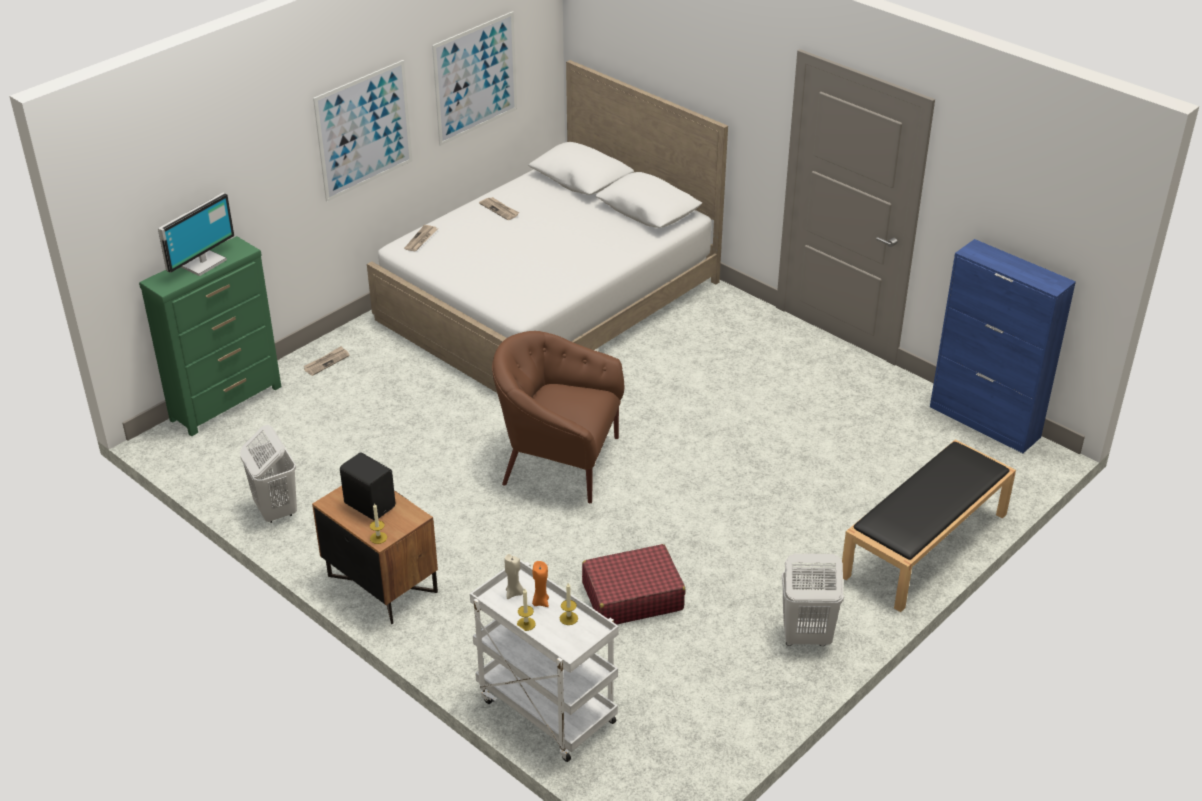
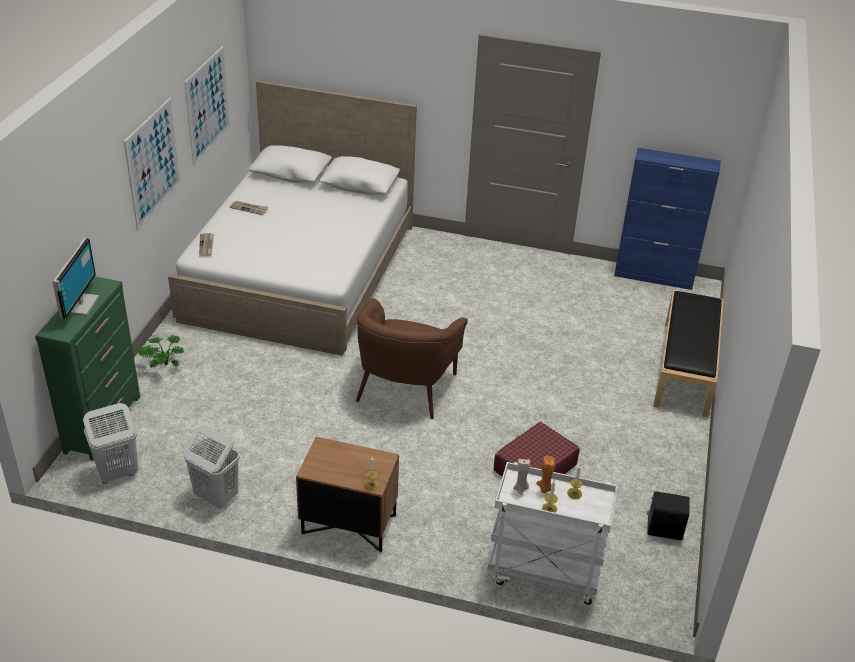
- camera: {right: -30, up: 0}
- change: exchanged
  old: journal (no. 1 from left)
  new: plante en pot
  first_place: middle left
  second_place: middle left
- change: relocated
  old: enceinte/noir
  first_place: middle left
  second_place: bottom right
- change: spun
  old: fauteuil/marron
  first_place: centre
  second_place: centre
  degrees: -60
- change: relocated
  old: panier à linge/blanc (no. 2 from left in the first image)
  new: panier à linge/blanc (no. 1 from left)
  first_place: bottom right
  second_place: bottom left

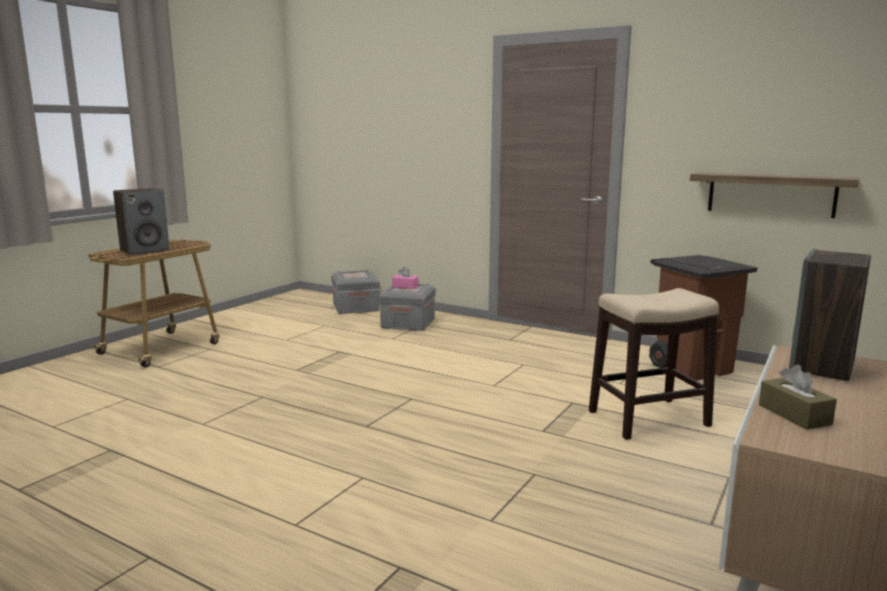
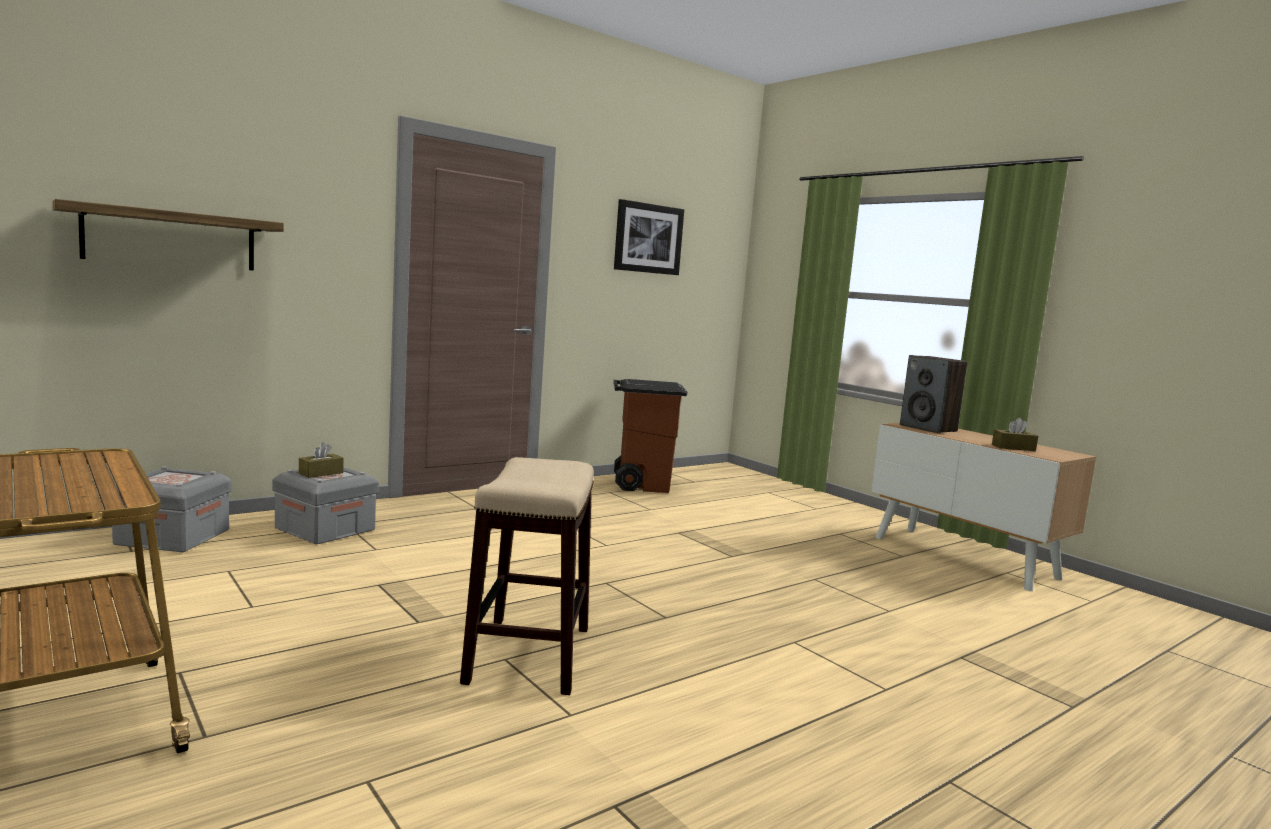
- camera: {right: -70, up: -5}
- change: missing
  old: enceinte (no. 1 from left)
  first_place: middle left
- change: colour
  old: boîte à mouchoirs/rose
  new: boîte à mouchoirs/marron (no. 1 from left)
  first_place: centre
  second_place: middle left
- change: relocated
  old: tabouret
  first_place: middle right
  second_place: bottom centre
- change: relocated
  old: étagère
  first_place: top right
  second_place: top left
- change: appeared
  new: tableau
  second_place: top centre

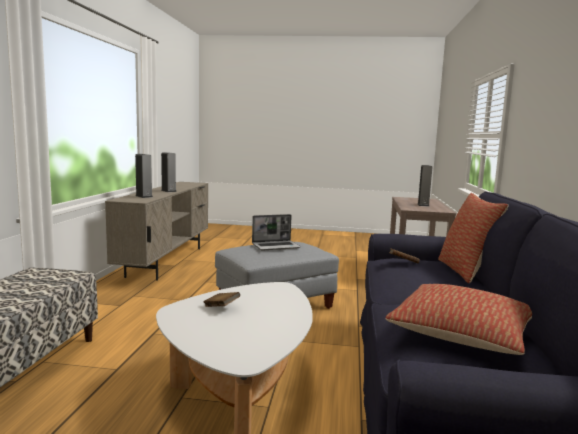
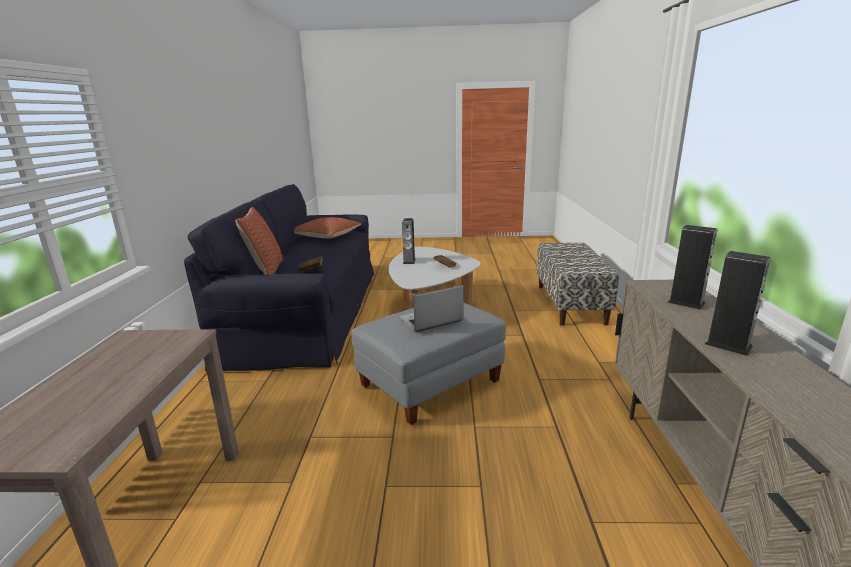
- camera: {right: 175, up: 10}
- change: relocated
  old: enceinte (no. 3 from left in the first image)
  new: enceinte (no. 1 from left)
  first_place: middle right
  second_place: centre

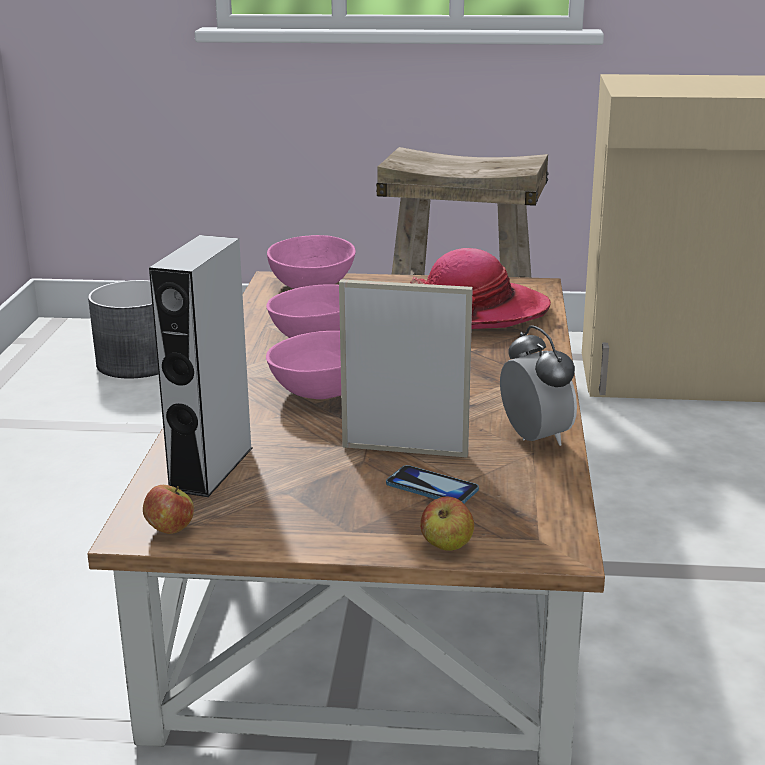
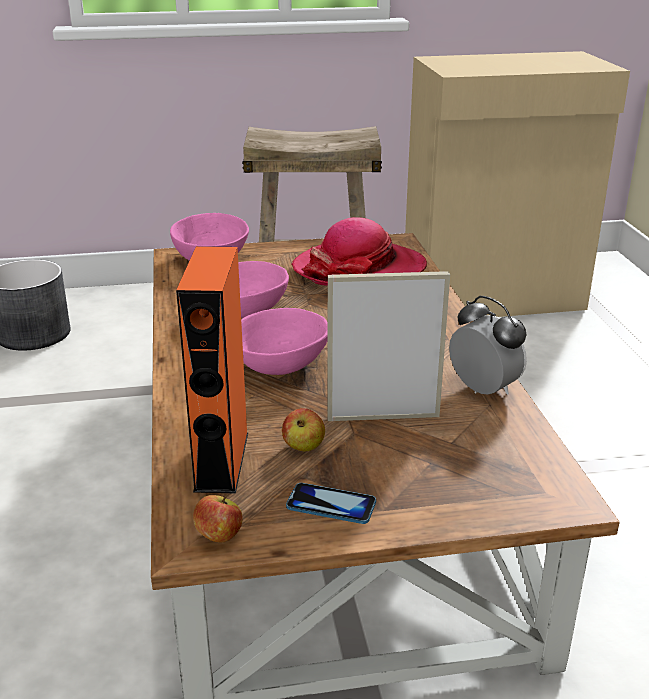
- camera: {right: -15, up: 5}
- change: colour
  old: enceinte/gris
  new: enceinte/orange
  first_place: middle left
  second_place: middle left
- change: relocated
  old: téléphone
  first_place: centre
  second_place: bottom centre
- change: relocated
  old: pomme (no. 2 from left)
  first_place: bottom centre
  second_place: centre

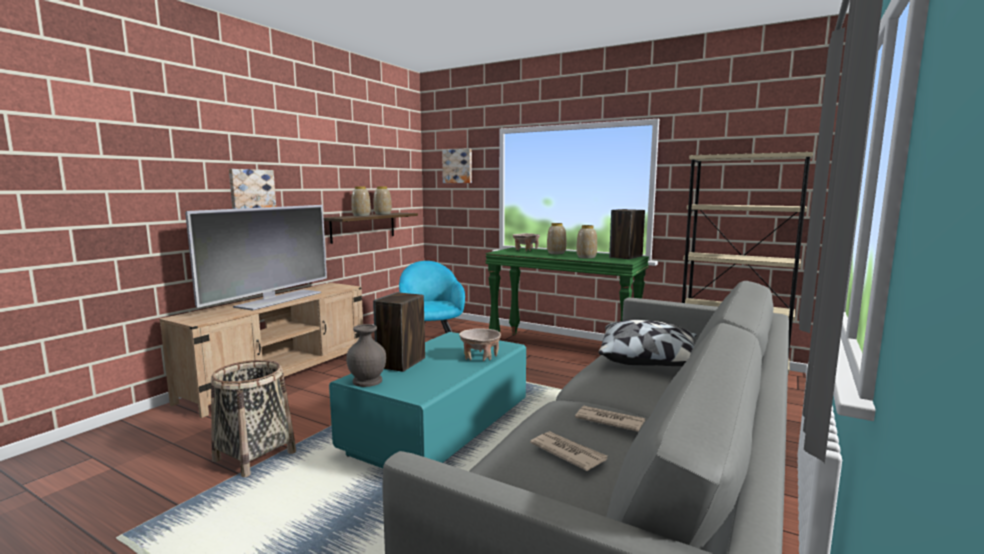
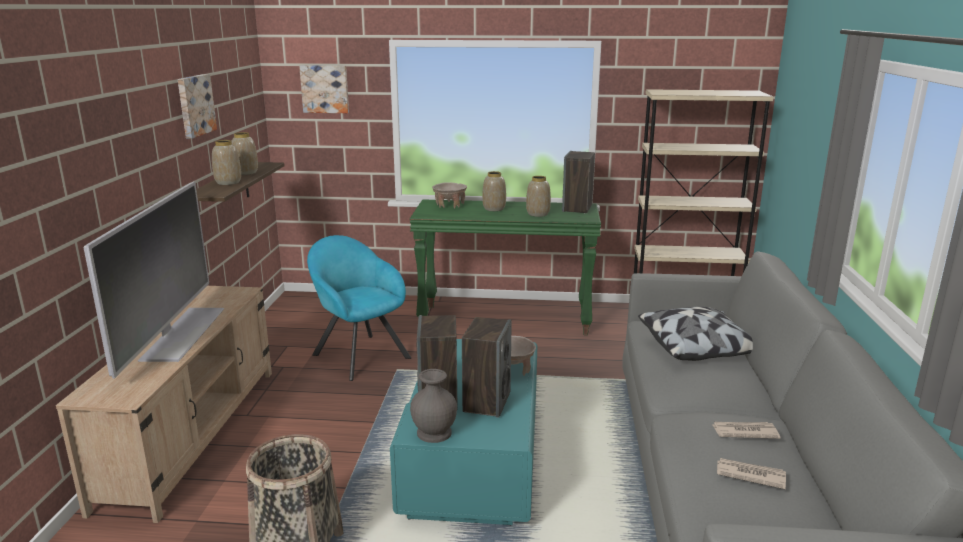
- camera: {right: -25, up: 10}
- change: relocated
  old: tableau (no. 1 from left)
  first_place: middle left
  second_place: top left
- change: appeared
  new: enceinte (no. 2 from left)
  second_place: bottom centre

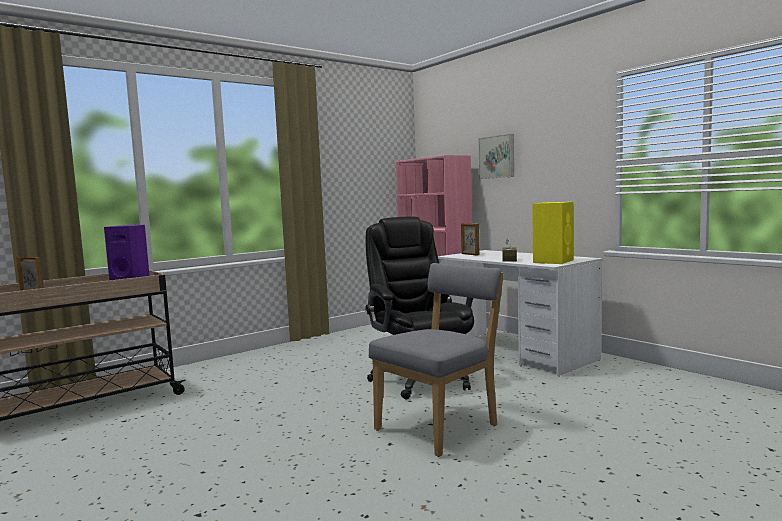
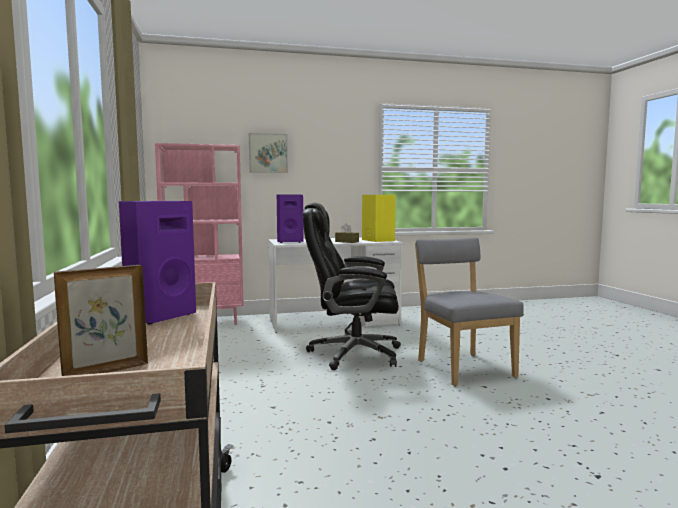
- camera: {right: -65, up: 0}
- change: exchanged
  old: cadre photo (no. 2 from left)
  new: enceinte/violet (no. 2 from left)
  first_place: centre
  second_place: centre

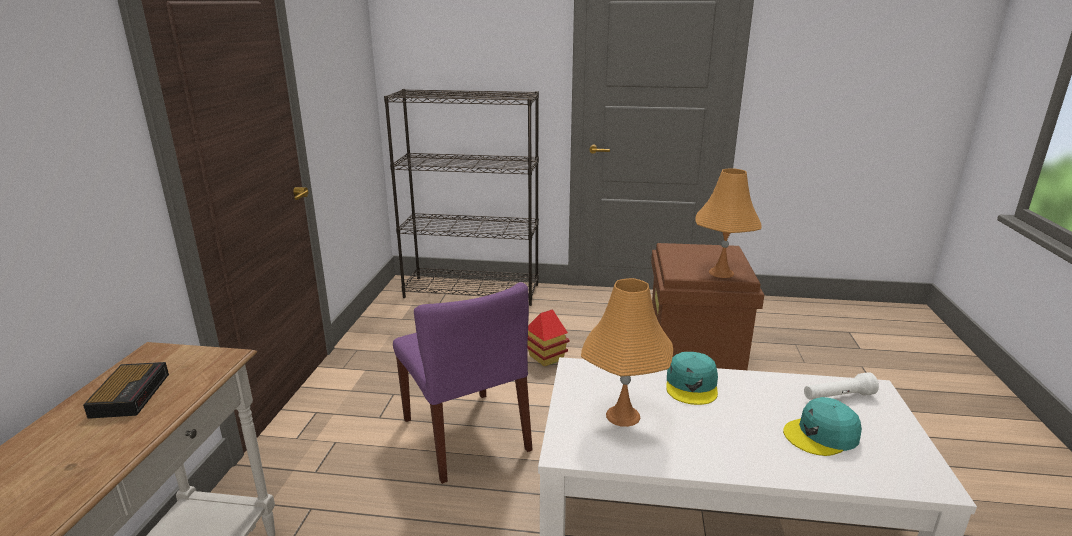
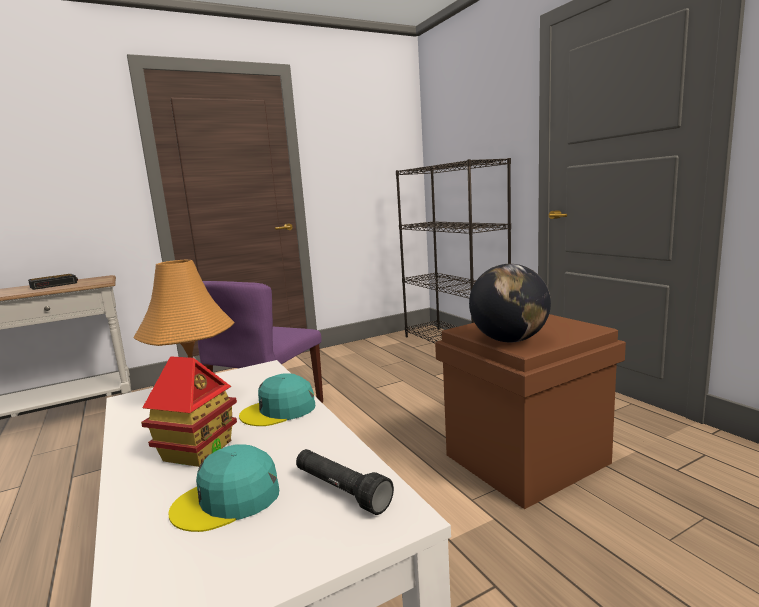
- camera: {right: 55, up: -10}
- change: relocated
  old: maison miniature
  first_place: centre
  second_place: bottom left
- change: exchanged
  old: lampe de table/orange (no. 2 from left)
  new: globe
  first_place: middle right
  second_place: middle right
- change: spun
  old: casquette/turquoise (no. 2 from left in the first image)
  first_place: bottom right
  second_place: bottom left
  degrees: -60
- change: colour
  old: lampe de poche/blanc
  new: lampe de poche/noir
  first_place: bottom right
  second_place: bottom centre

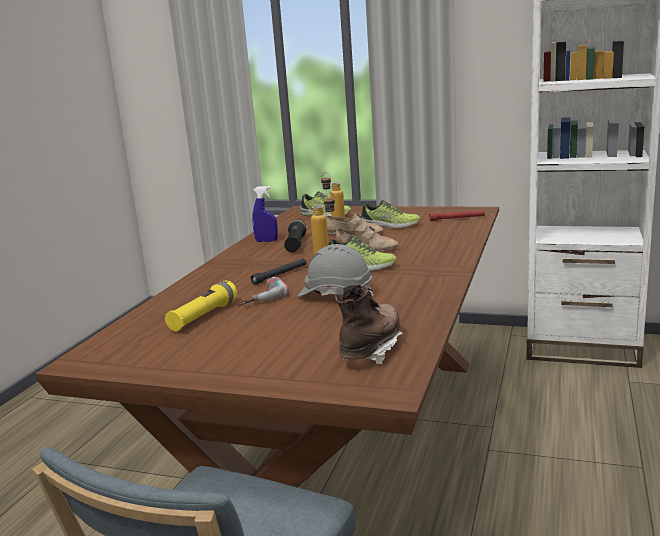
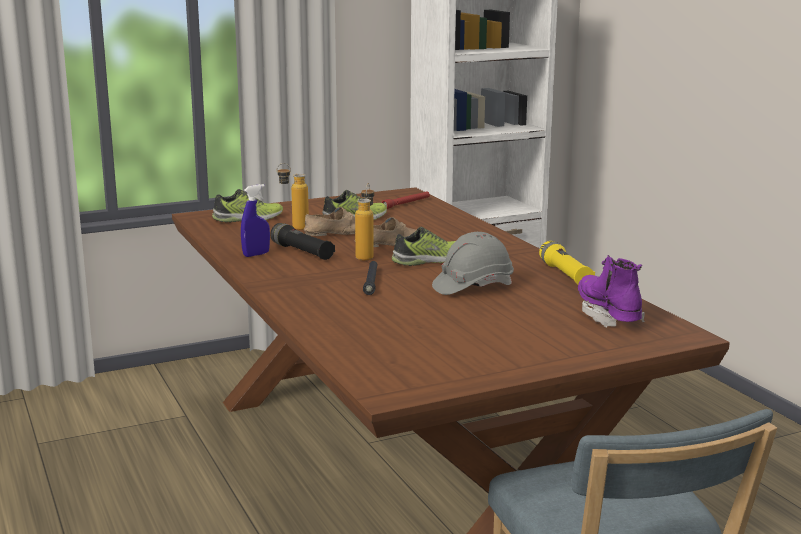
- camera: {right: -45, up: 0}
- change: relocated
  old: lampe de poche/jaune
  first_place: middle left
  second_place: middle right
- change: missing
  old: perceuse
  first_place: centre
- change: colour
  old: botte/marron
  new: botte/violet
  first_place: centre
  second_place: middle right

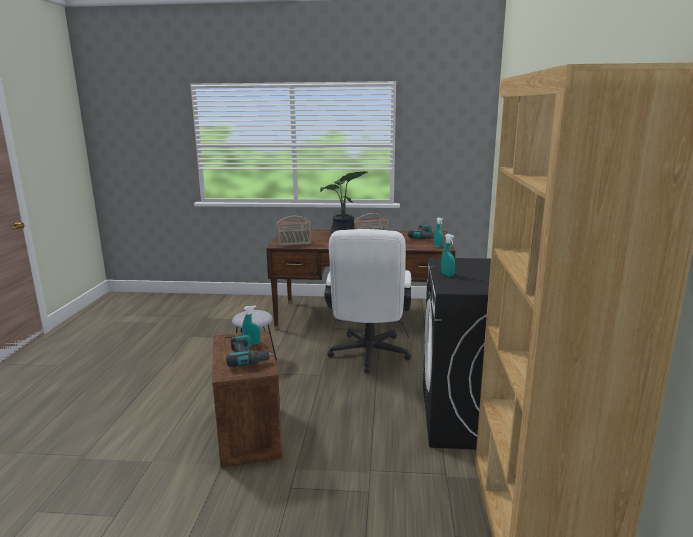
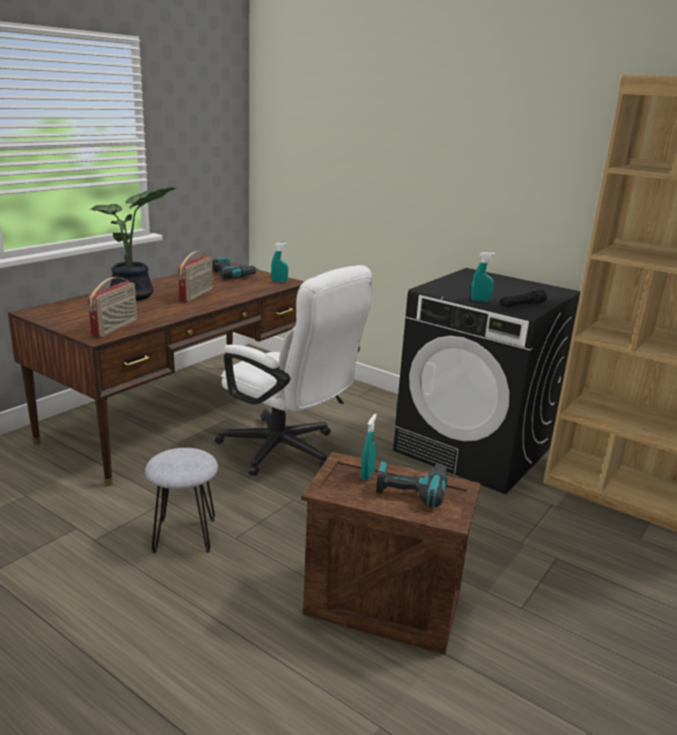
- camera: {right: -60, up: 5}
- change: appeared
  new: lampe de poche/noir
  second_place: middle right

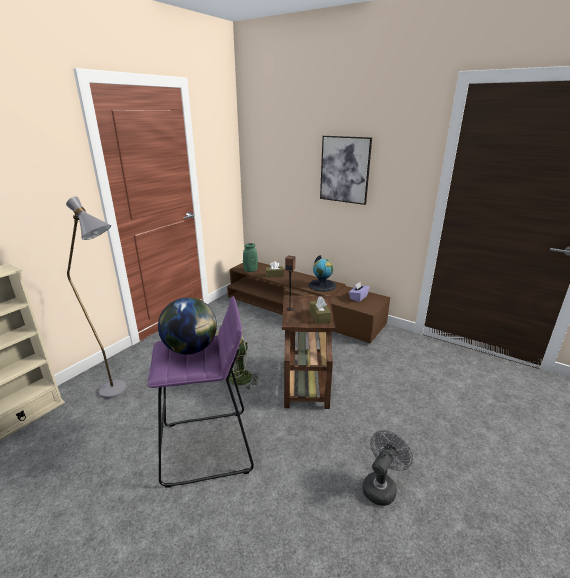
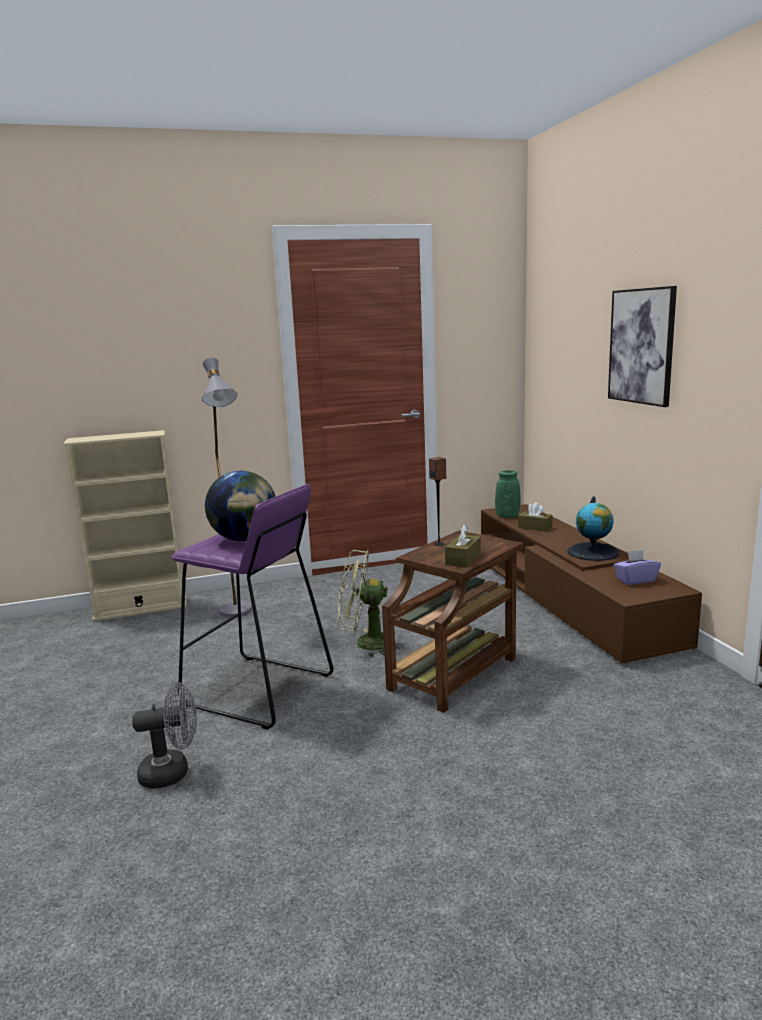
- camera: {right: 40, up: -10}
- change: relocated
  old: ventilateur/gris
  first_place: bottom right
  second_place: bottom left

